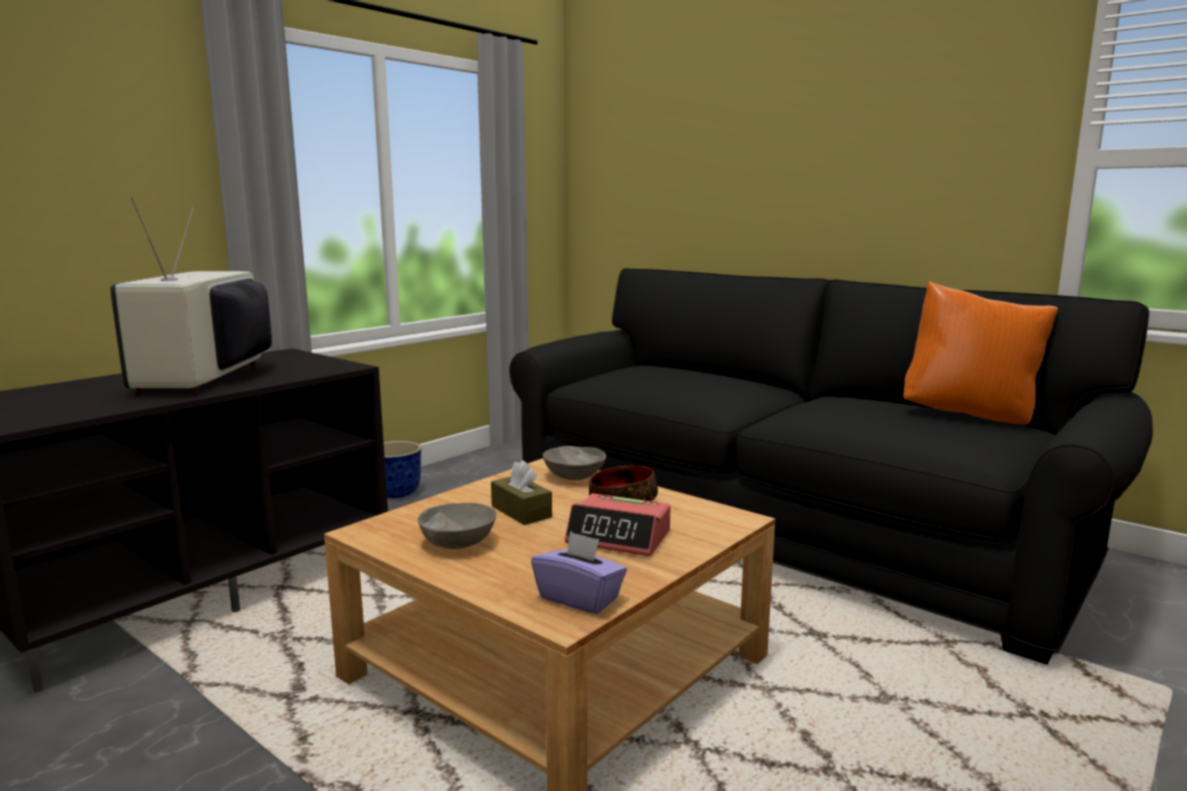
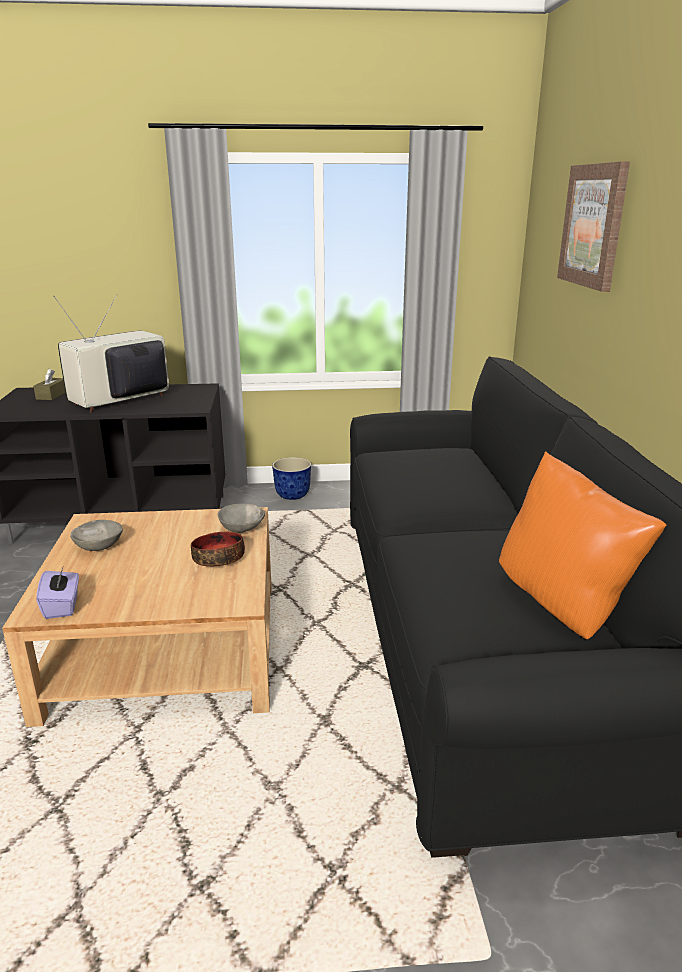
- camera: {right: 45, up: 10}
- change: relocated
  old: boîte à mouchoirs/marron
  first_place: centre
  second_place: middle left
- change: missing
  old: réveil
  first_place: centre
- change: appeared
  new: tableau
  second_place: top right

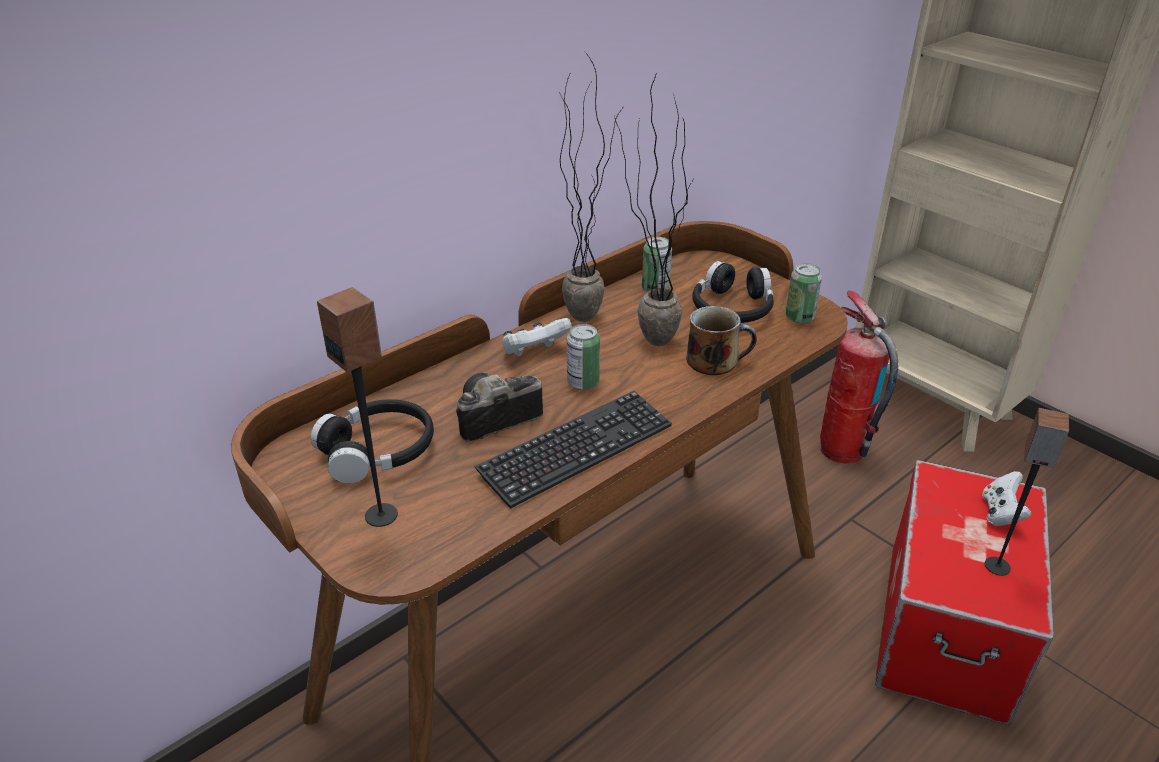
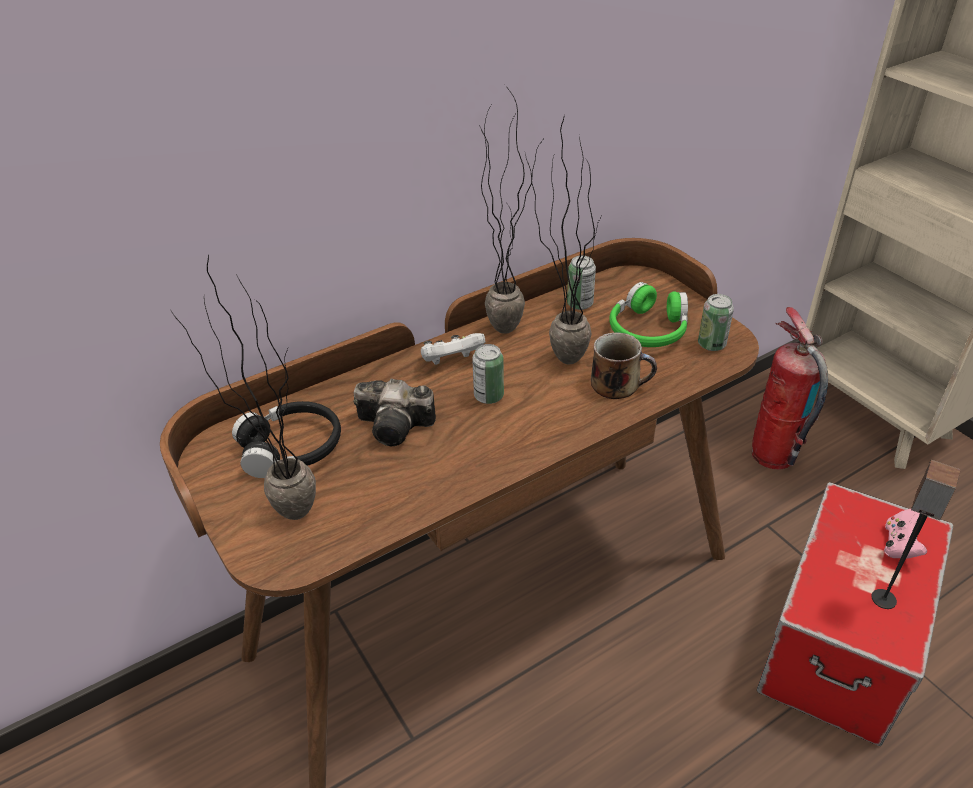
- camera: {right: 10, up: 5}
- change: exchanged
  old: enceinte (no. 1 from left)
  new: plante en pot (no. 1 from left)
  first_place: middle left
  second_place: middle left
- change: spun
  old: appareil photo
  first_place: centre
  second_place: centre
  degrees: -150
- change: missing
  old: clavier
  first_place: centre
- change: colour
  old: casque audio/noir (no. 2 from left)
  new: casque audio/vert
  first_place: centre
  second_place: middle right
- change: colour
  old: manette/blanc (no. 2 from left)
  new: manette/rose
  first_place: middle right
  second_place: bottom right

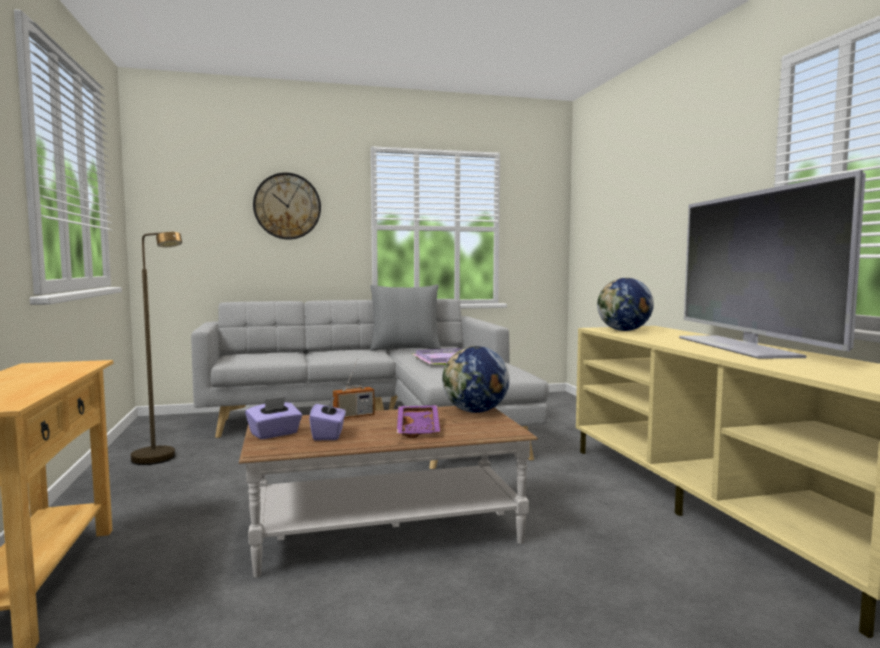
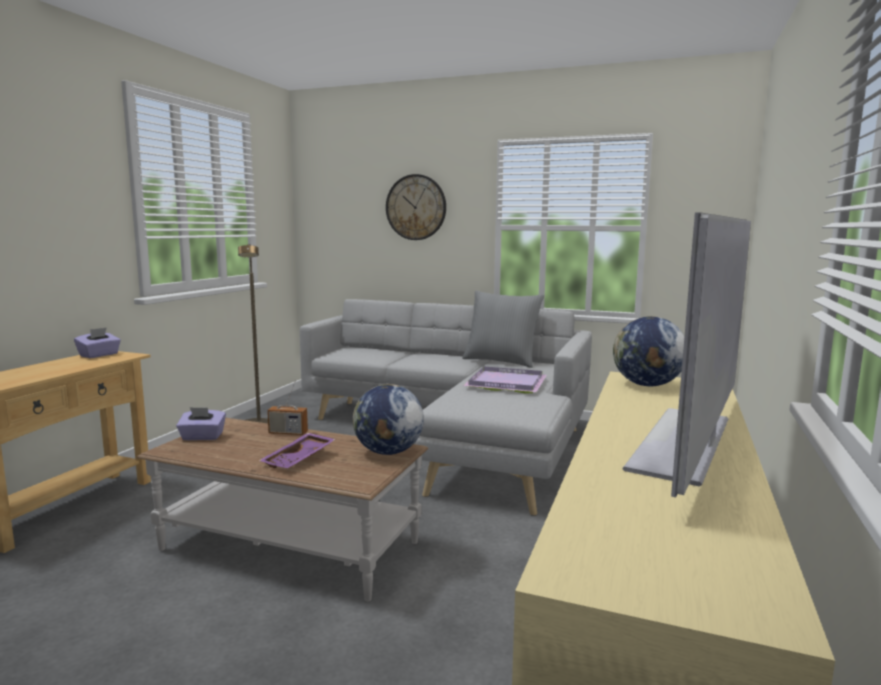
- camera: {right: 35, up: 5}
- change: relocated
  old: boîte à mouchoirs/violet (no. 2 from left in the first image)
  new: boîte à mouchoirs/violet (no. 1 from left)
  first_place: centre
  second_place: middle left

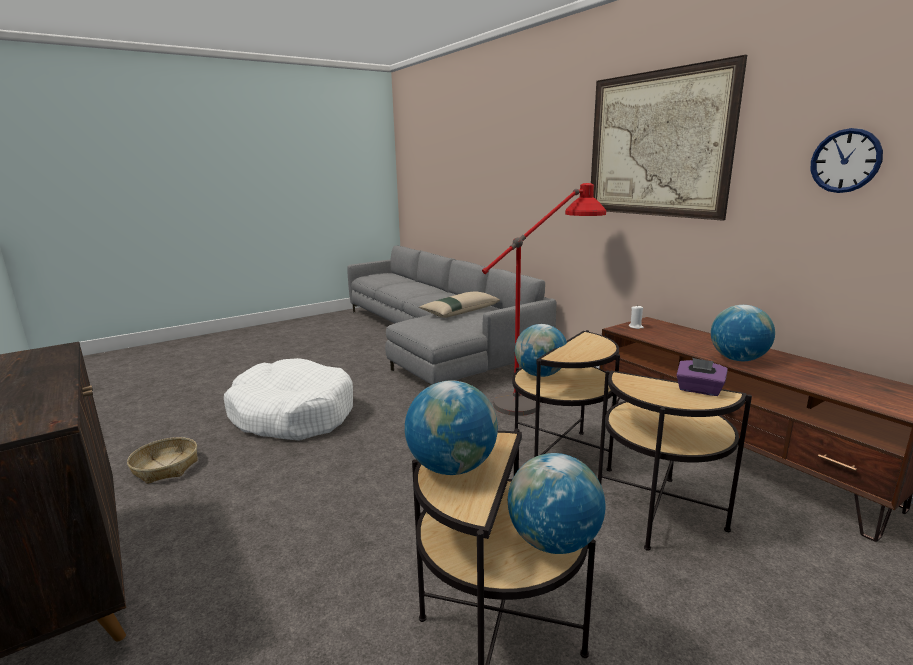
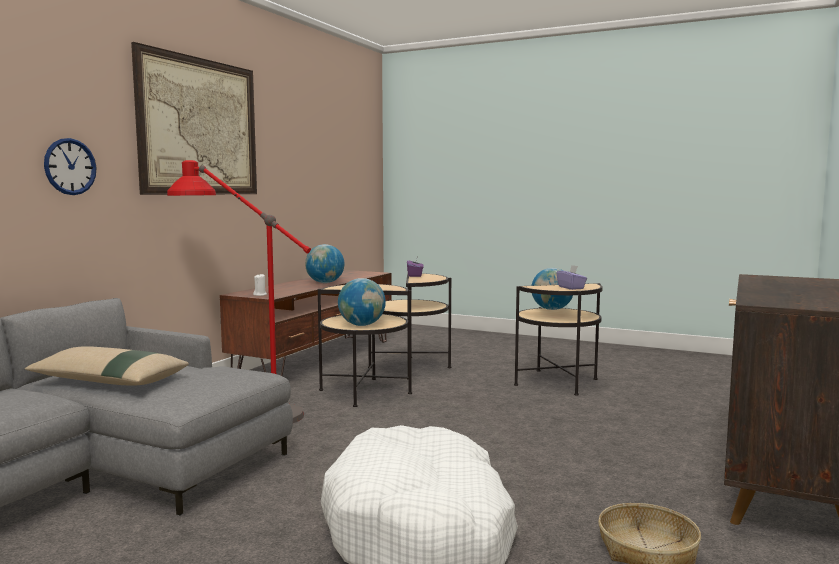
- camera: {right: -120, up: -10}
- change: exchanged
  old: globe (no. 1 from left)
  new: boîte à mouchoirs/violet (no. 2 from left)
  first_place: centre
  second_place: middle right
- change: relocated
  old: horloge murale
  first_place: top right
  second_place: top left

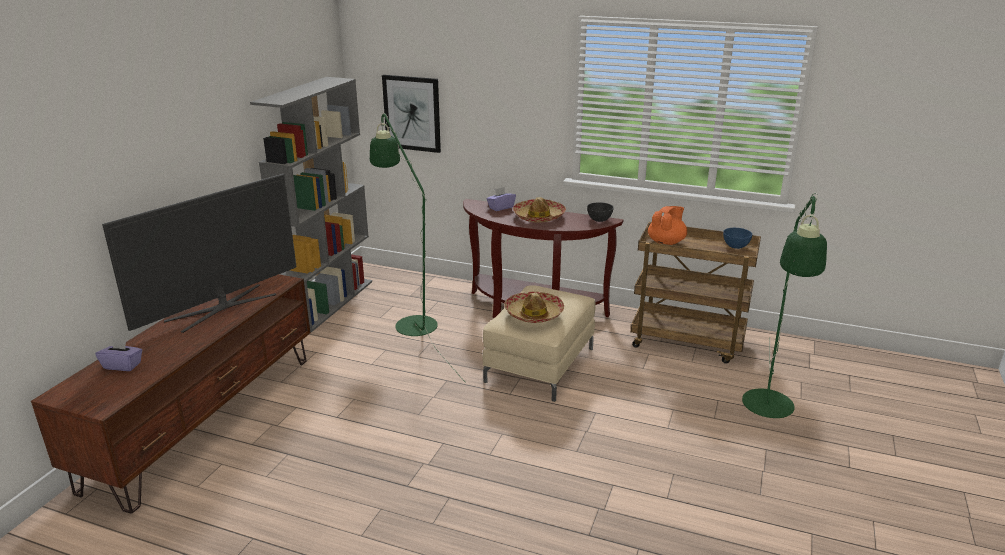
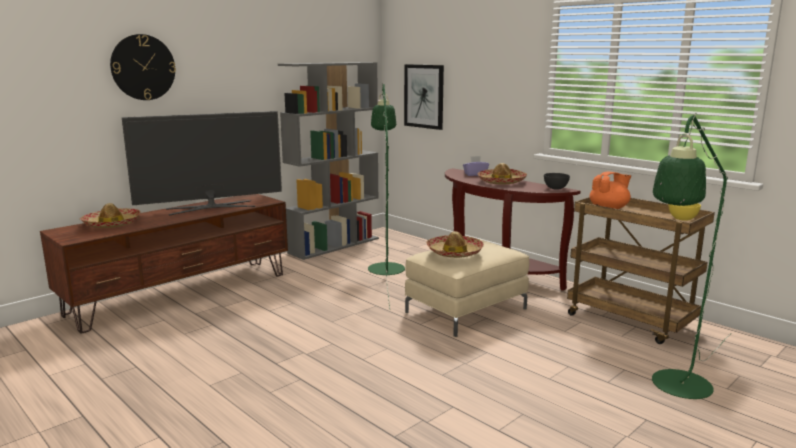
- camera: {right: 25, up: -10}
- change: exchanged
  old: boîte à mouchoirs/violet (no. 1 from left)
  new: chapeau (no. 1 from left)
  first_place: middle left
  second_place: middle left
- change: colour
  old: bol/bleu
  new: bol/jaune
  first_place: middle right
  second_place: middle right
- change: appeared
  new: horloge murale
  second_place: top left

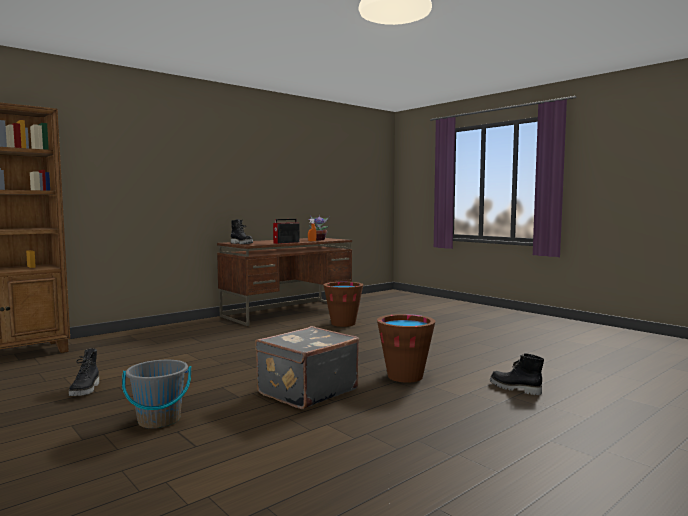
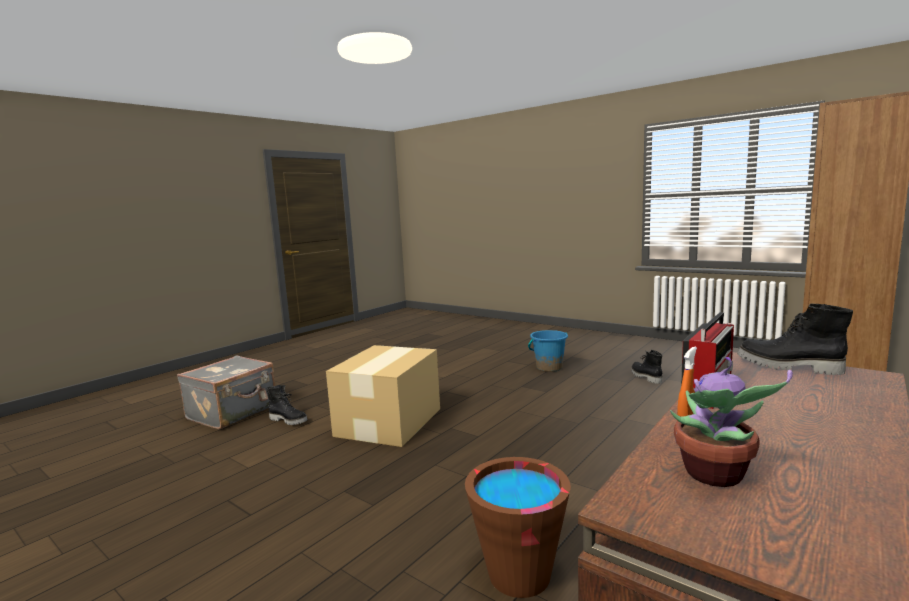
- camera: {right: 170, up: 5}
- change: colour
  old: seau/gris
  new: seau/bleu
  first_place: bottom left
  second_place: centre
- change: relocated
  old: valise/gris
  first_place: bottom centre
  second_place: middle left
- change: exchanged
  old: seau/marron (no. 2 from left)
  new: carton
  first_place: bottom centre
  second_place: centre

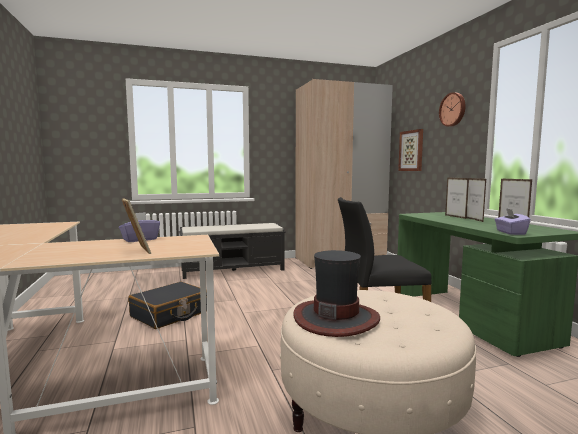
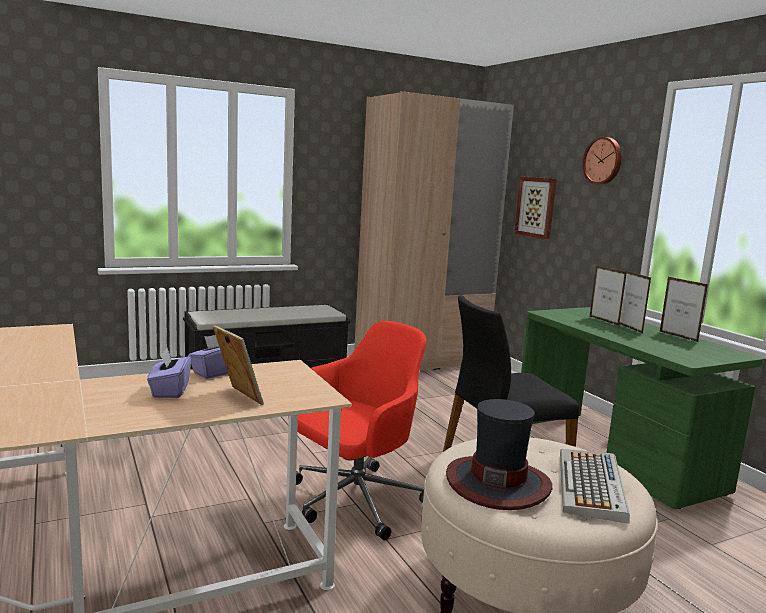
- camera: {right: -10, up: 5}
- change: missing
  old: valise/noir
  first_place: bottom left
- change: relocated
  old: boîte à mouchoirs/violet (no. 2 from left in the first image)
  new: boîte à mouchoirs/violet (no. 1 from left)
  first_place: middle right
  second_place: middle left
- change: appeared
  new: chaise de bureau/rouge
  second_place: bottom centre
- change: appeared
  new: clavier
  second_place: bottom right

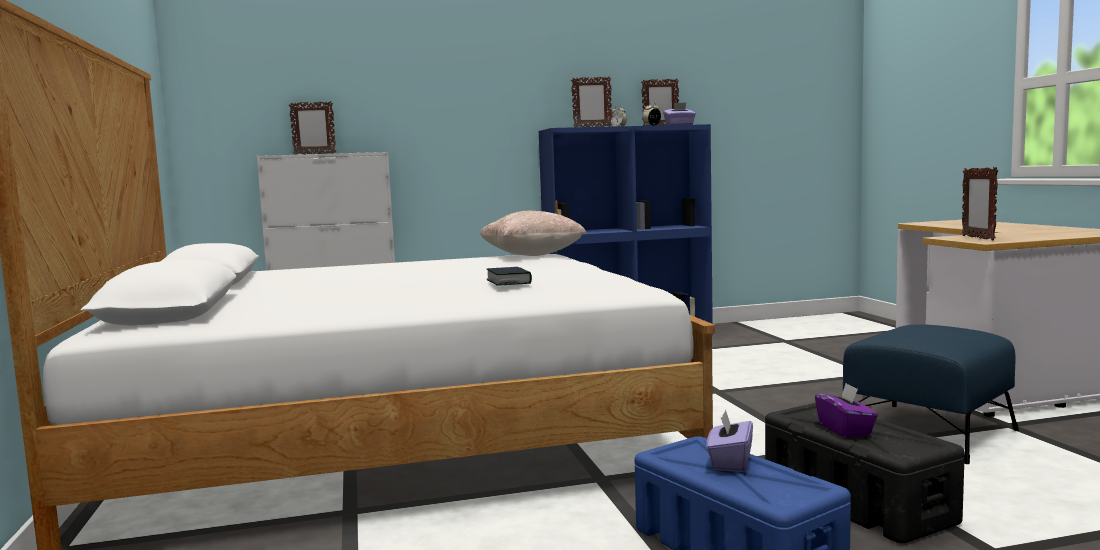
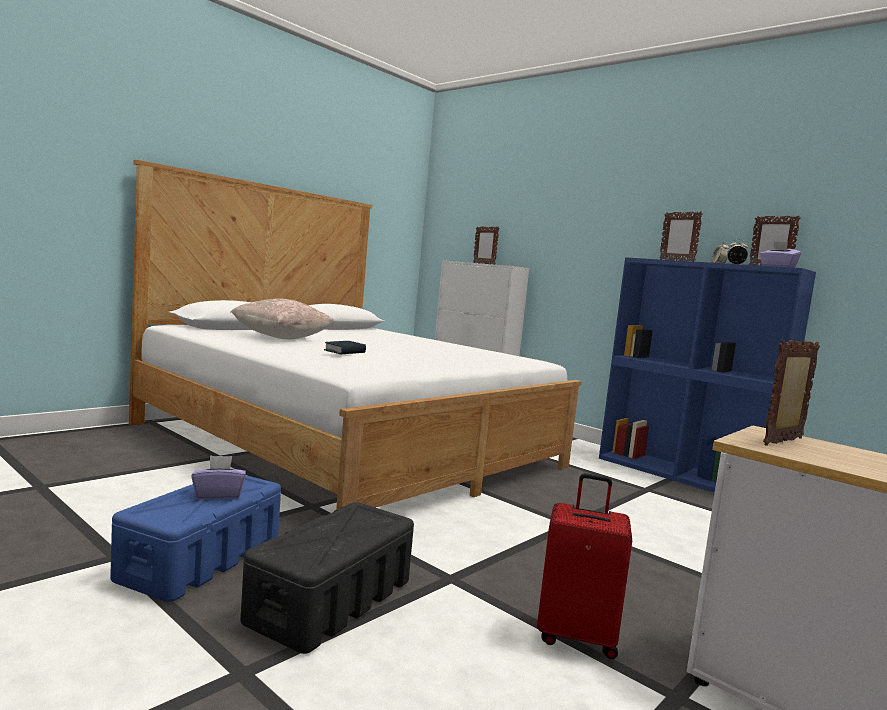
- camera: {right: 55, up: 0}
- change: relocated
  old: coussin/beige
  first_place: centre
  second_place: middle left
- change: missing
  old: boîte à mouchoirs/violet (no. 3 from left)
  first_place: bottom right
- change: exchanged
  old: pouf/bleu
  new: valise/rouge
  first_place: bottom right
  second_place: bottom centre

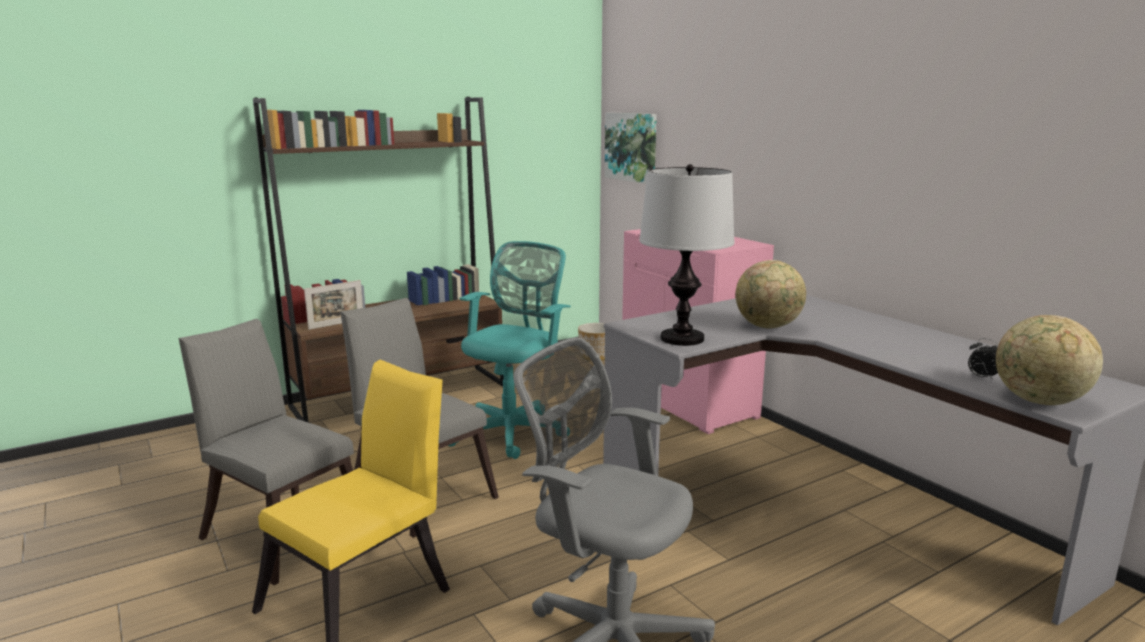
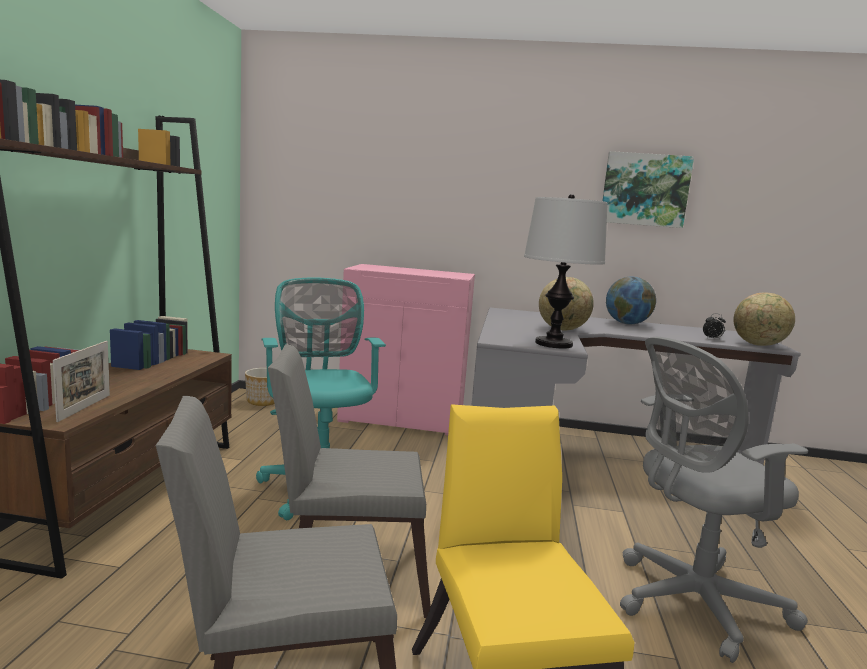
- camera: {right: -50, up: -5}
- change: relocated
  old: tableau
  first_place: top centre
  second_place: top right
- change: appeared
  new: globe (no. 2 from left)
  second_place: middle right

